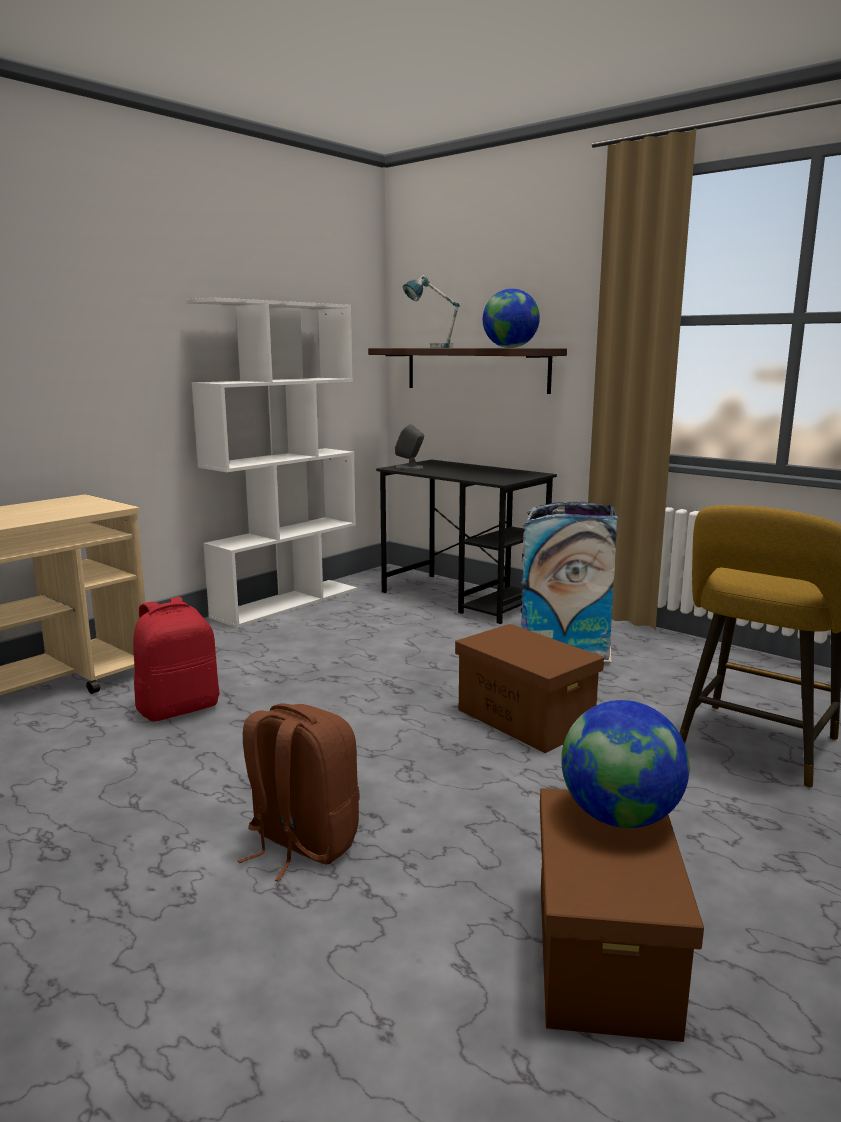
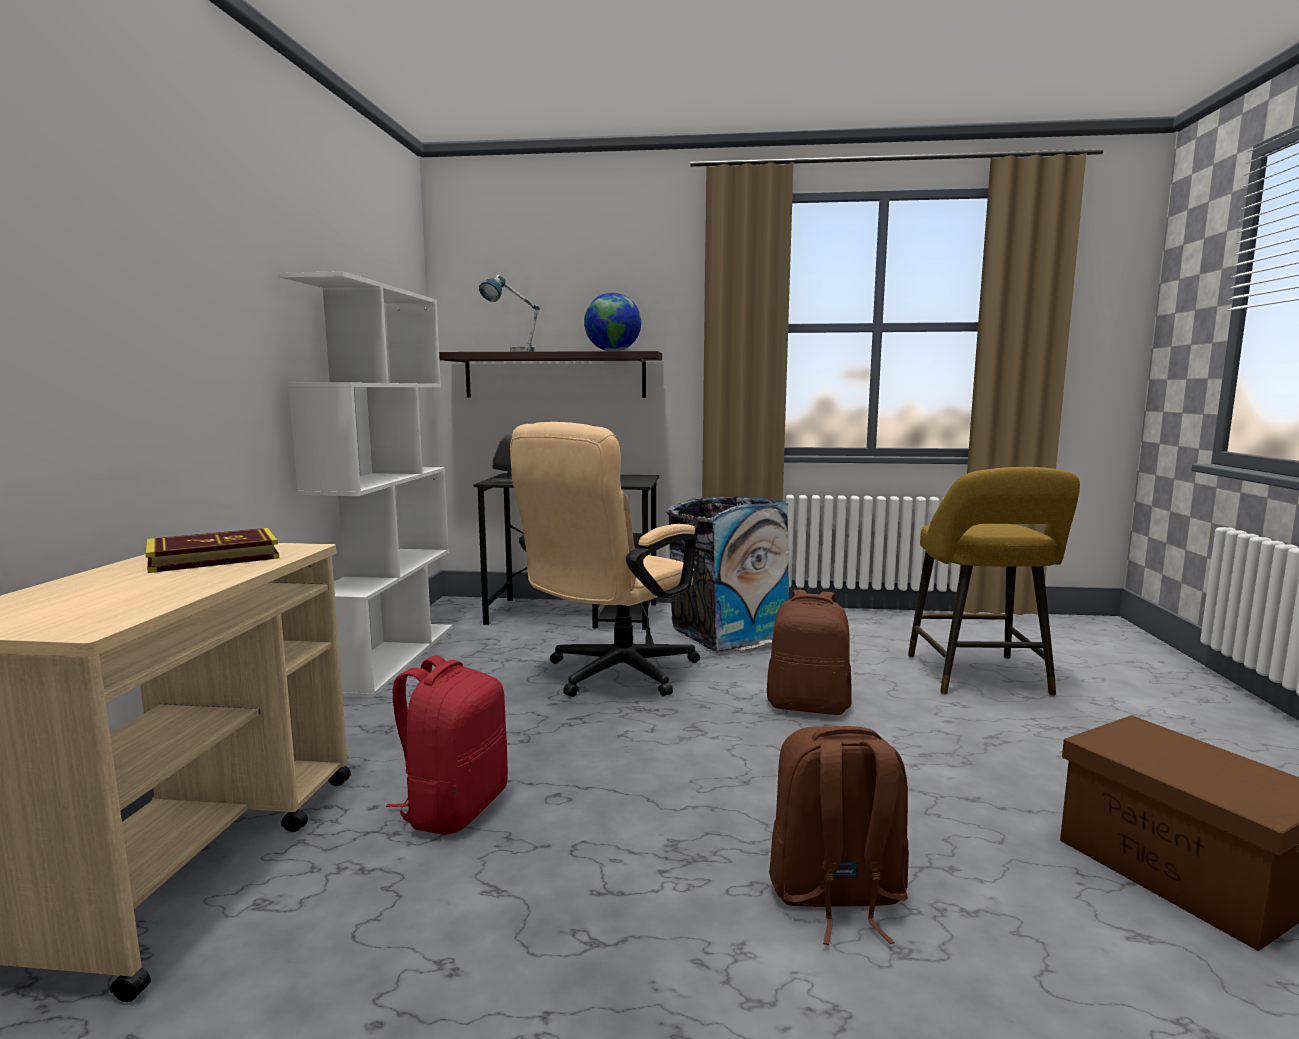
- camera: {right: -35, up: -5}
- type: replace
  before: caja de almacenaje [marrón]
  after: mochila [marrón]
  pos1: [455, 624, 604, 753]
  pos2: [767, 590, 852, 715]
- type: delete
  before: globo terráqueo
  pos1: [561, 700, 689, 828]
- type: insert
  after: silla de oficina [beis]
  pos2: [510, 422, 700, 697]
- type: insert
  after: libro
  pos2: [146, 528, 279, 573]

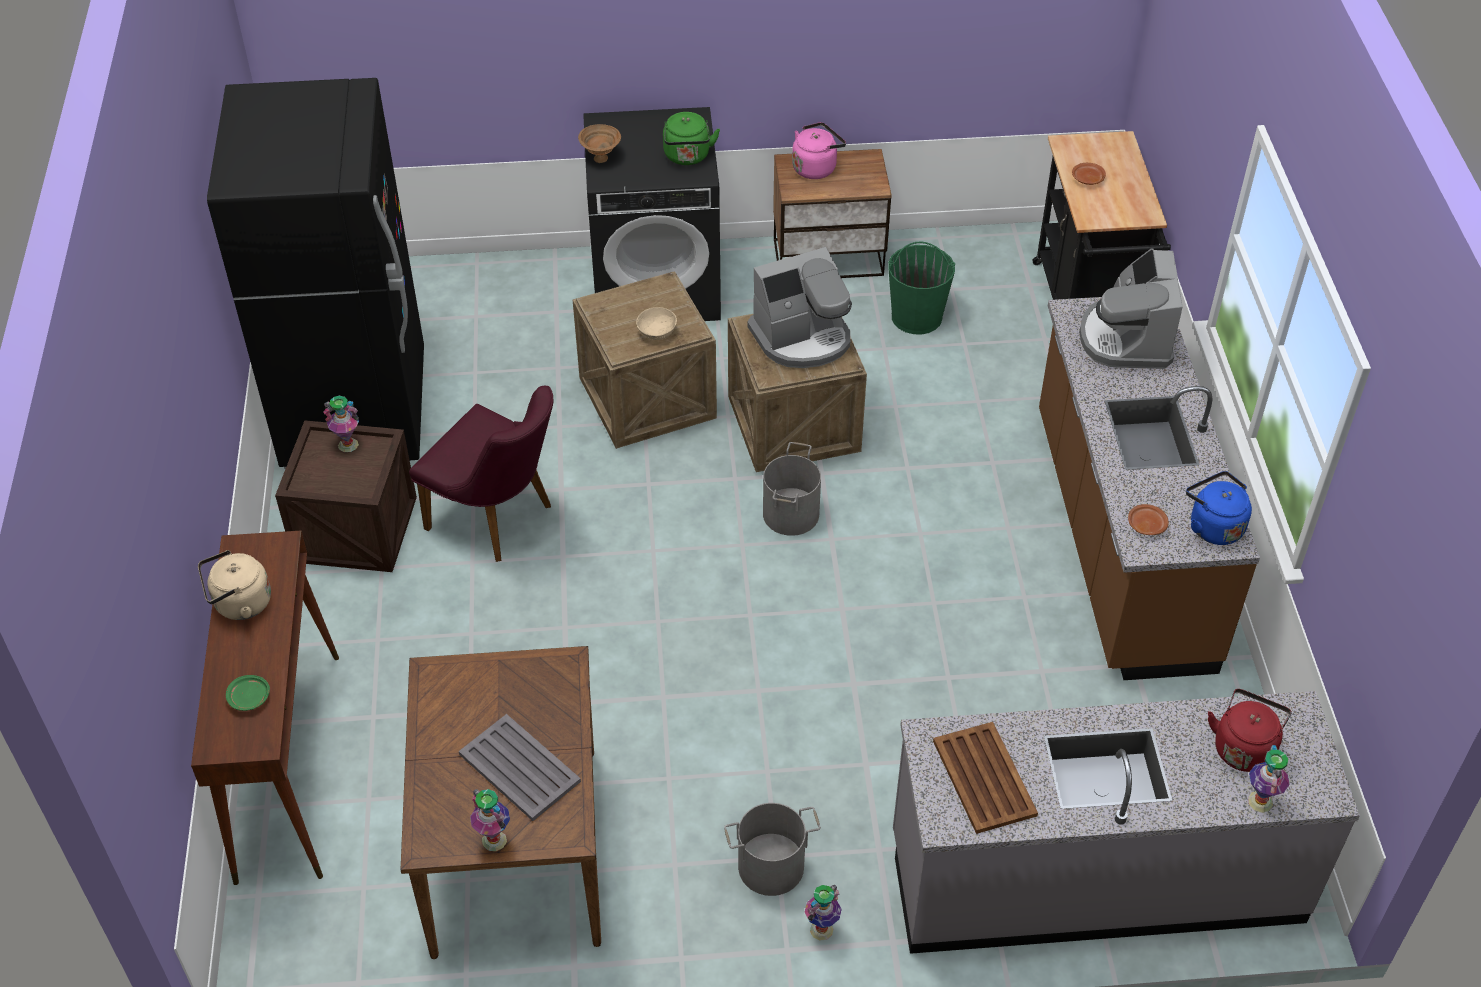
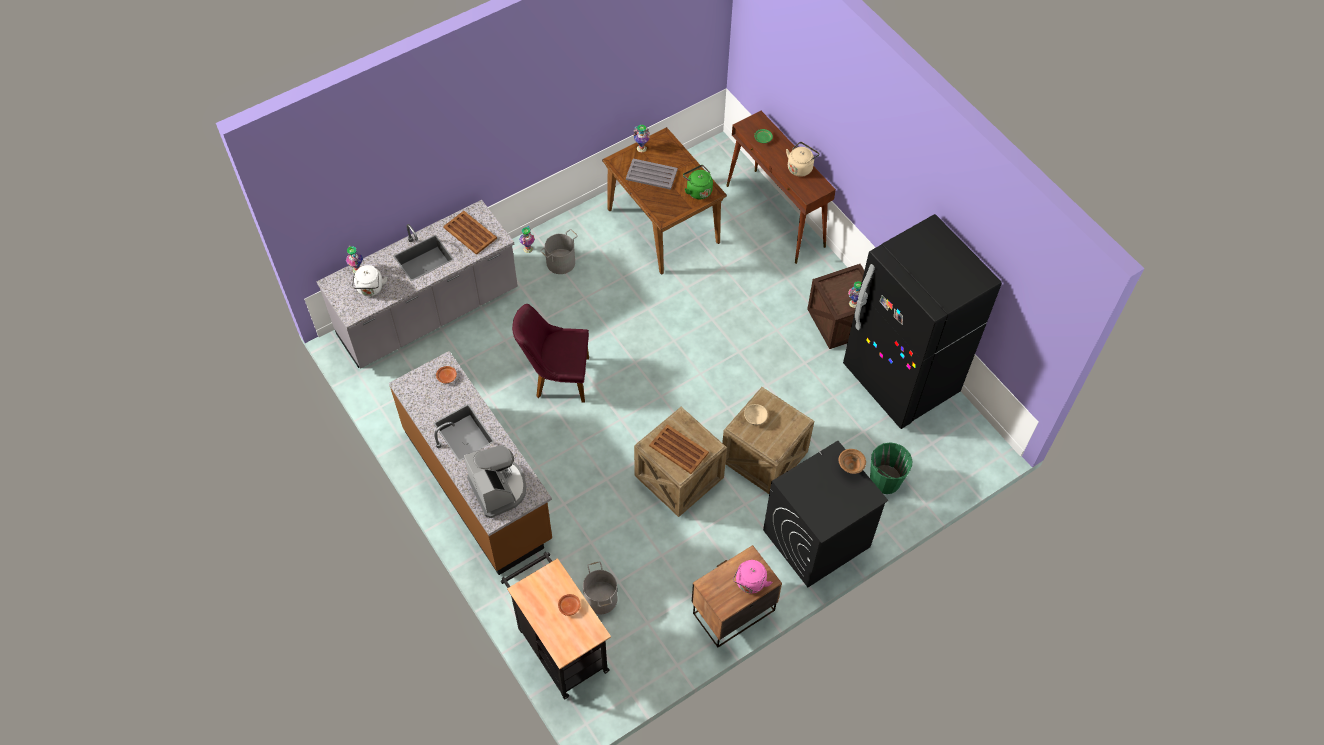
- camera: {right: 150, up: 10}
- type: move
  before: hervidor [verde]
  pos1: [663, 112, 720, 165]
  pos2: [683, 165, 713, 199]
- type: move
  before: cubo [verde]
  pos1: [888, 241, 955, 334]
  pos2: [870, 443, 912, 494]
- type: replace
  before: cafetera
  after: bandeja [marrón]
  pos1: [747, 247, 852, 368]
  pos2: [649, 424, 709, 474]
- type: move
  before: silla [morado]
  pos1: [409, 385, 553, 562]
  pos2: [512, 304, 589, 403]
- type: move
  before: cubo [gris]
  pos1: [763, 442, 821, 536]
  pos2: [583, 561, 617, 614]
- type: delete
  before: hervidor [azul]
  pos1: [1186, 471, 1252, 545]
- type: recolor
  before: hervidor [rojo]
  after: hervidor [blanco]
  pos1: [1208, 689, 1292, 772]
  pos2: [352, 265, 387, 296]

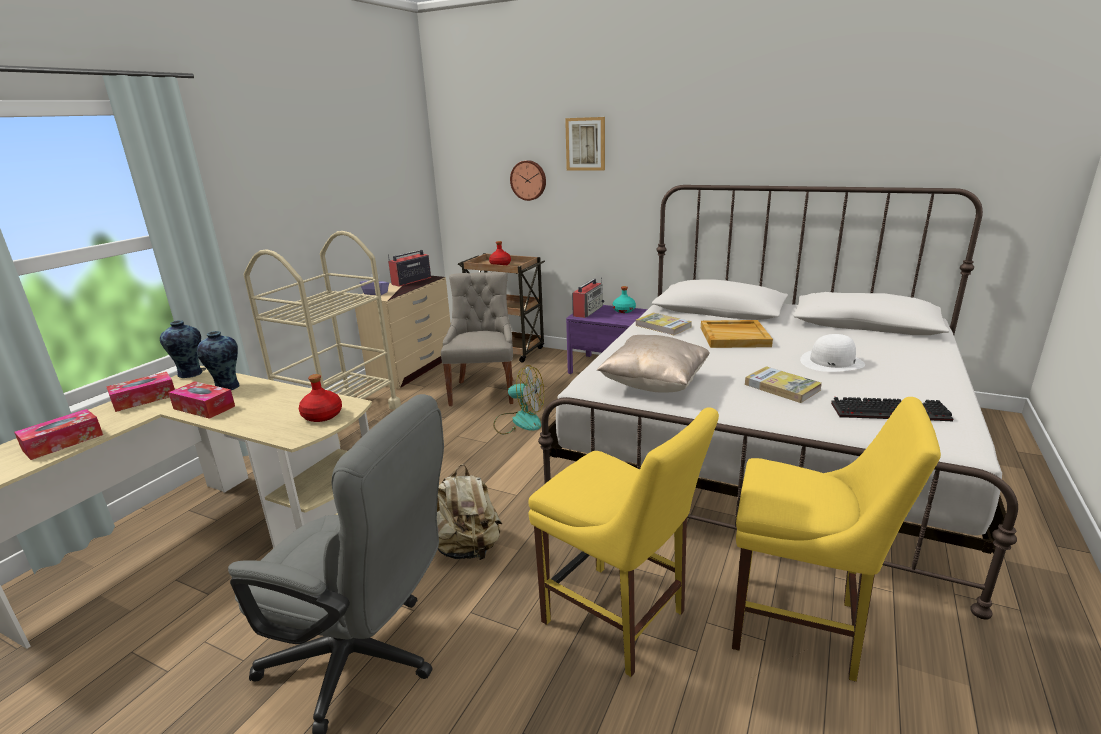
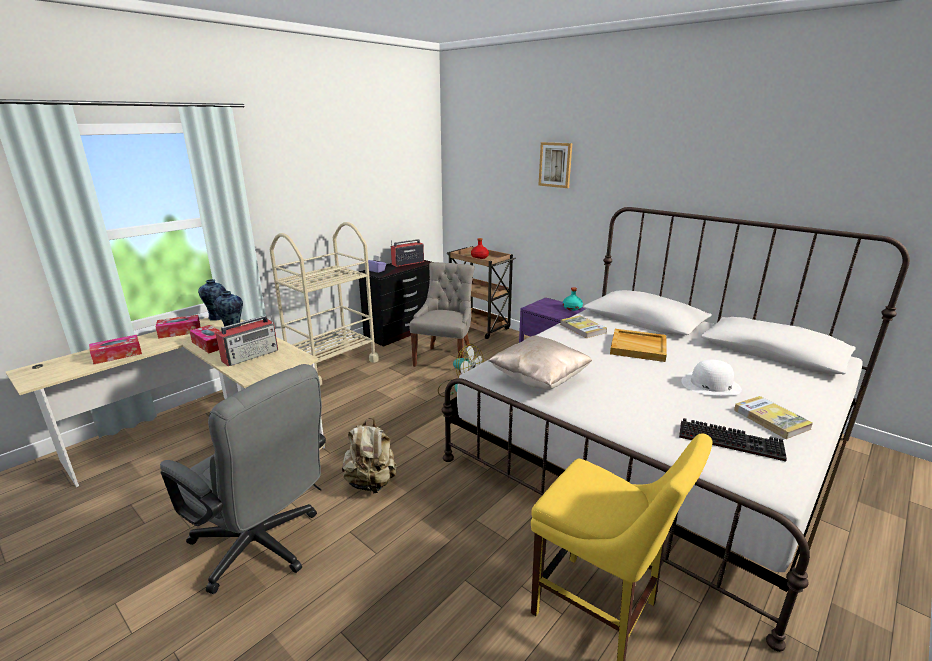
- camera: {right: 15, up: 0}
- type: delete
  before: reloj de pared
  pos1: [510, 160, 546, 201]
- type: recolor
  before: cómoda [beis]
  after: cómoda [negro]
  pos1: [355, 276, 451, 389]
  pos2: [359, 260, 431, 347]
- type: move
  before: radio
  pos1: [572, 277, 604, 318]
  pos2: [216, 316, 278, 366]
- type: move
  before: libro
  pos1: [745, 366, 822, 403]
  pos2: [734, 396, 813, 439]
- type: delete
  before: botella [rojo]
  pos1: [299, 374, 342, 422]
- type: delete
  before: silla [amarillo]
  pos1: [528, 407, 719, 677]

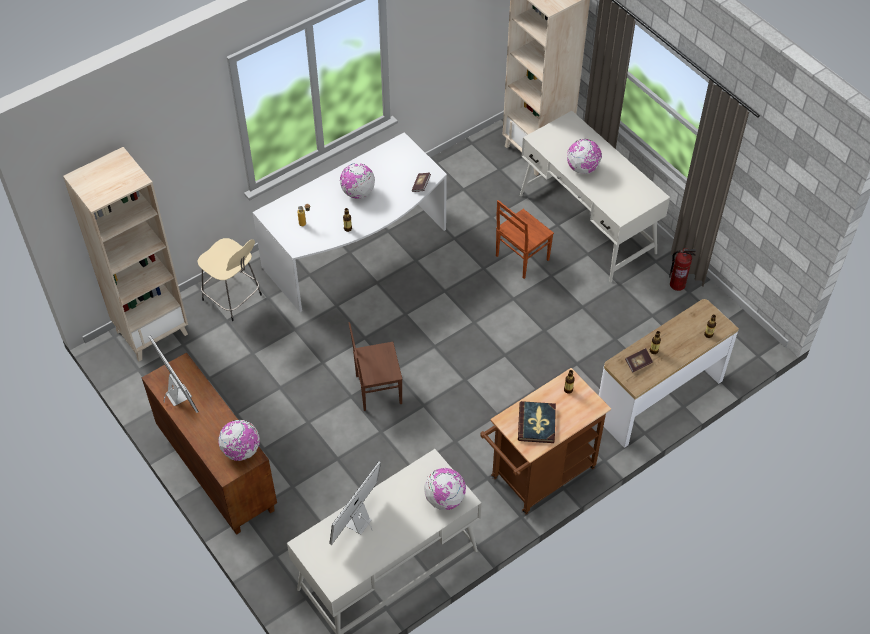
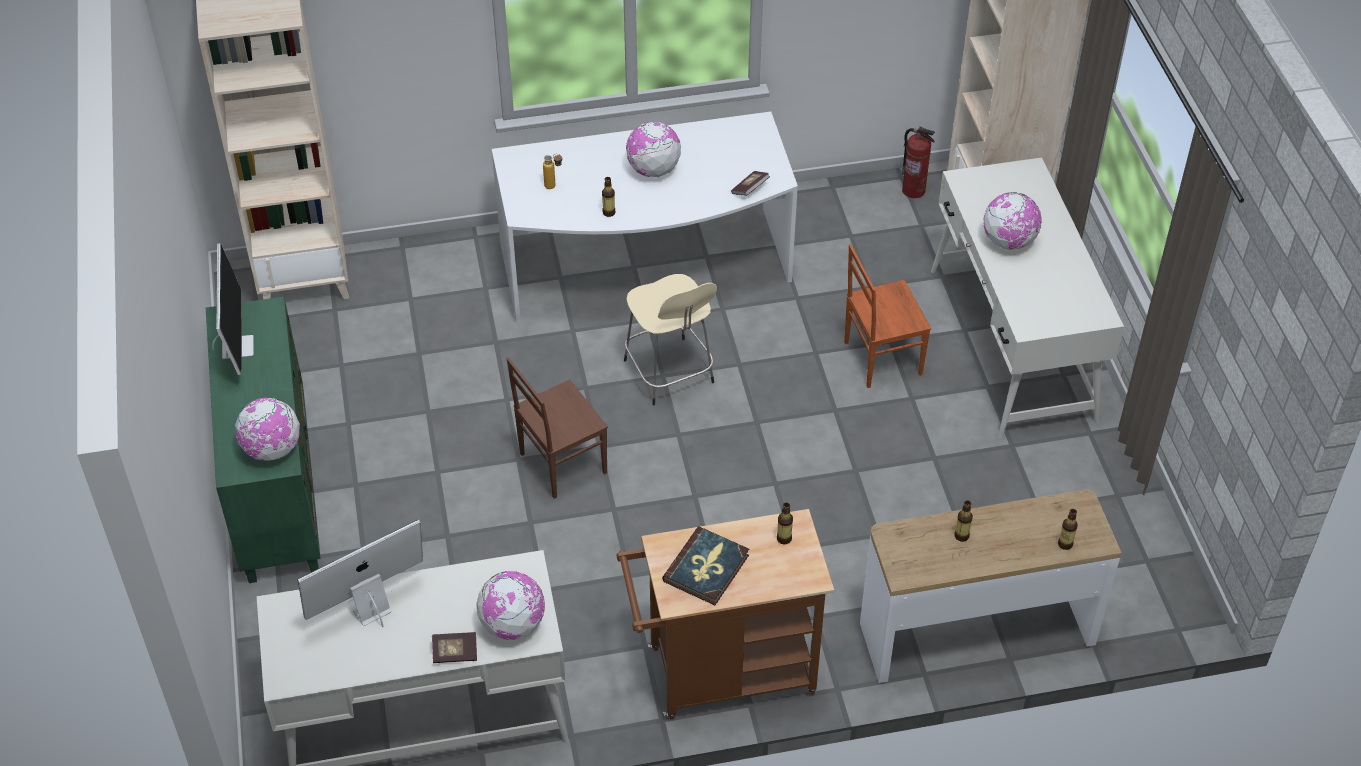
- camera: {right: 25, up: -5}
- type: move
  before: taburete [beis]
  pos1: [197, 238, 262, 321]
  pos2: [624, 274, 717, 405]
- type: move
  before: extintor
  pos1: [669, 248, 696, 291]
  pos2: [902, 127, 935, 198]
- type: rotate
  before: silla [marrón]
  pos1: [348, 322, 403, 411]
  pos2: [507, 357, 608, 499]
  turn: -45
- type: move
  before: libro
  pos1: [625, 348, 653, 373]
  pos2: [432, 632, 477, 663]
- type: recolor
  before: armario [marrón]
  after: armario [verde]
  pos1: [142, 352, 277, 535]
  pos2: [206, 297, 321, 583]

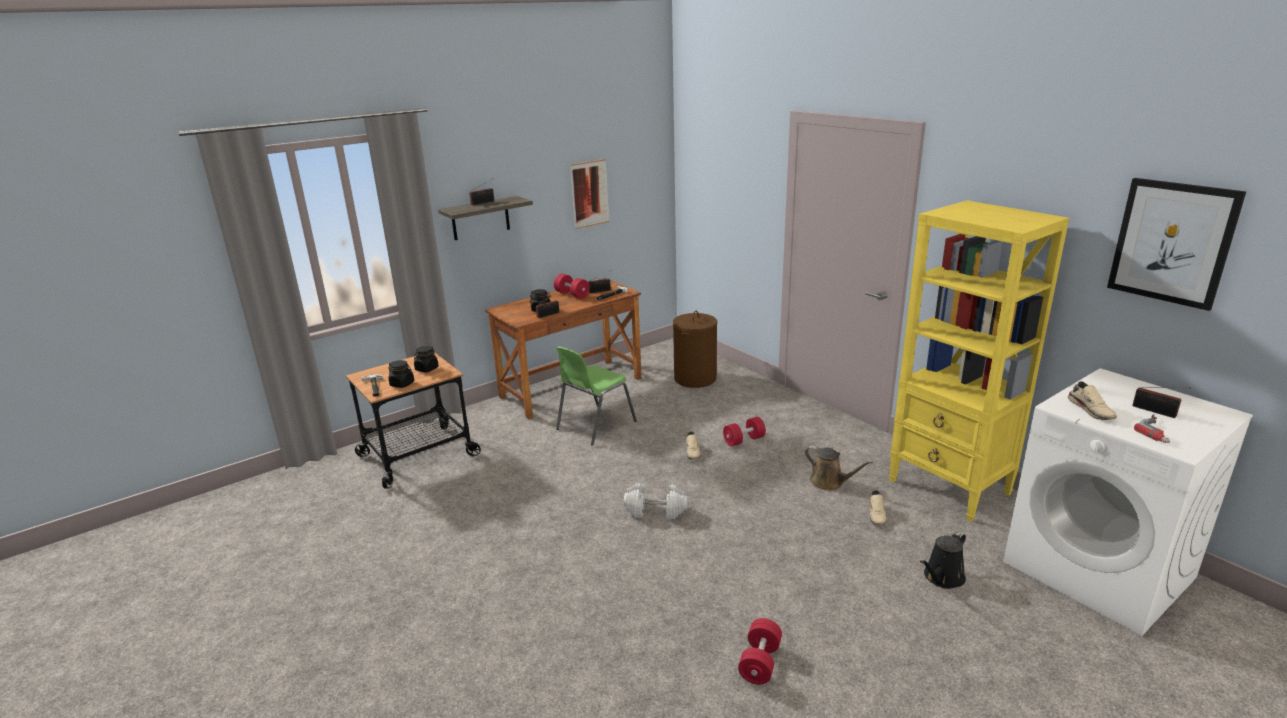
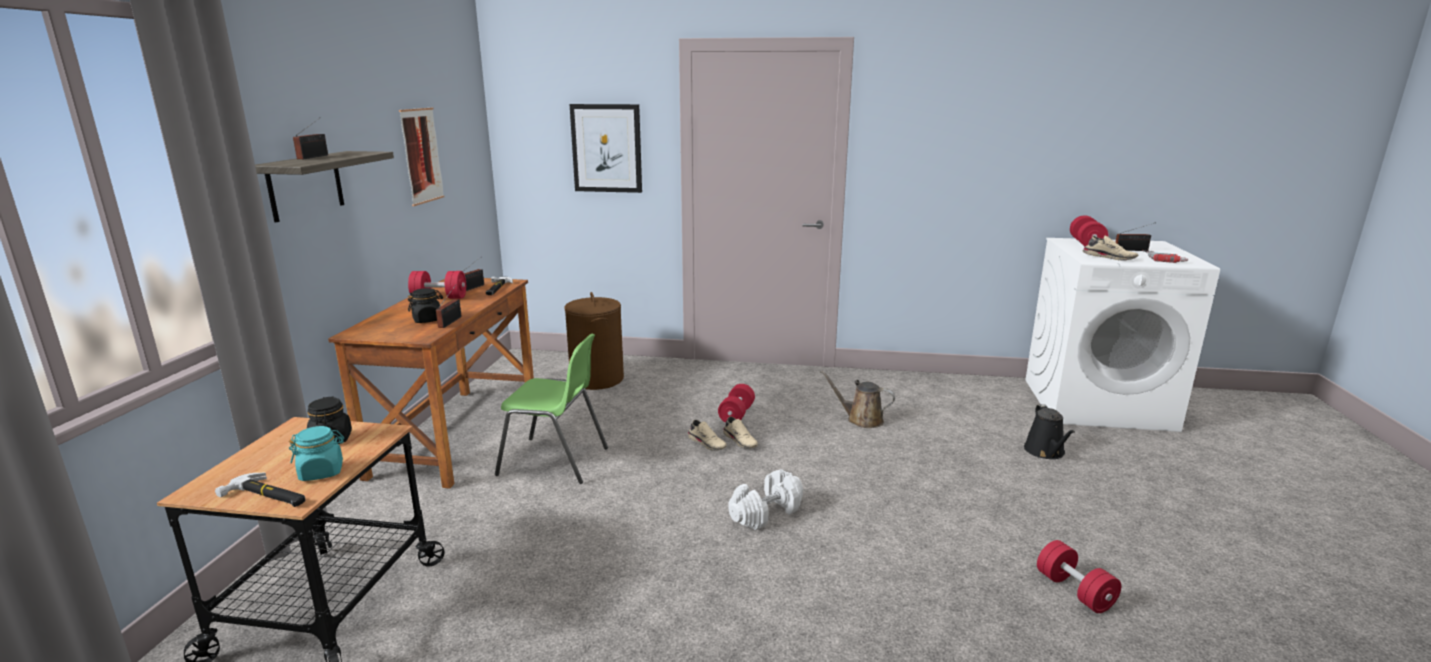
- camera: {right: -45, up: -5}
- type: move
  before: cuadro
  pos1: [1107, 178, 1246, 311]
  pos2: [569, 104, 642, 193]
- type: delete
  before: estantería [amarillo]
  pos1: [889, 200, 1069, 522]
- type: rotate
  before: silla [verde]
  pos1: [556, 346, 637, 446]
  pos2: [495, 334, 608, 484]
  turn: -75
- type: recolor
  before: tarro [negro]
  after: tarro [turquesa]
  pos1: [388, 360, 414, 388]
  pos2: [289, 426, 344, 481]
- type: rotate
  before: regadera [marrón]
  pos1: [805, 446, 873, 491]
  pos2: [820, 370, 895, 428]
  turn: -150
- type: move
  before: zapato [beis]
  pos1: [868, 490, 888, 525]
  pos2: [723, 417, 758, 449]
- type: insert
  after: mancuerna [rojo]
  pos2: [1070, 215, 1108, 246]

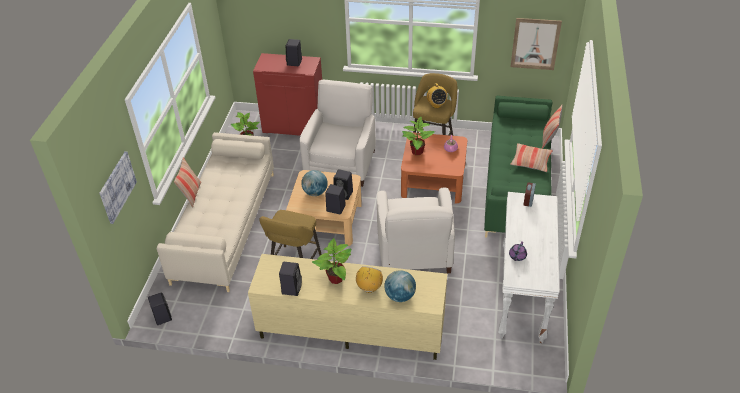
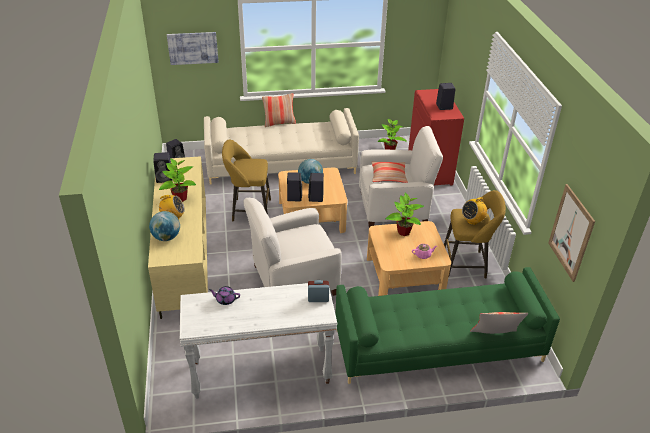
- camera: {right: 70, up: -5}
- type: recolor
  before: mesa de centro [naranja]
  after: mesa de centro [beis]
  pos1: [401, 132, 467, 203]
  pos2: [367, 221, 451, 296]
- type: move
  before: cojín
  pos1: [510, 143, 553, 172]
  pos2: [371, 161, 408, 183]

